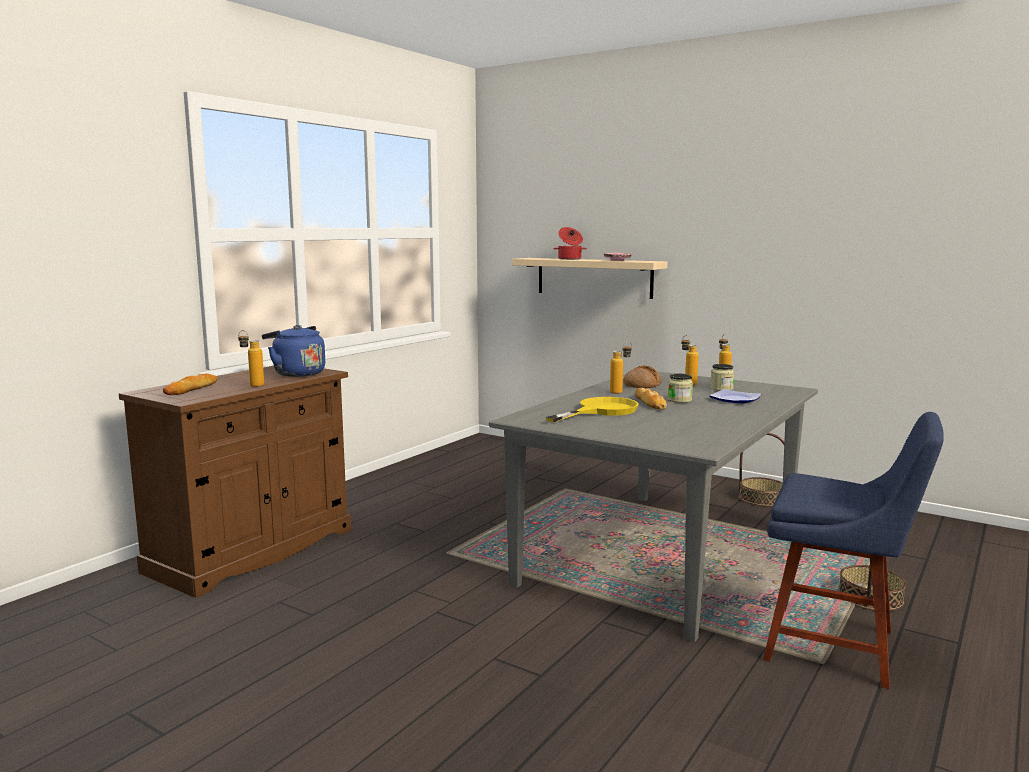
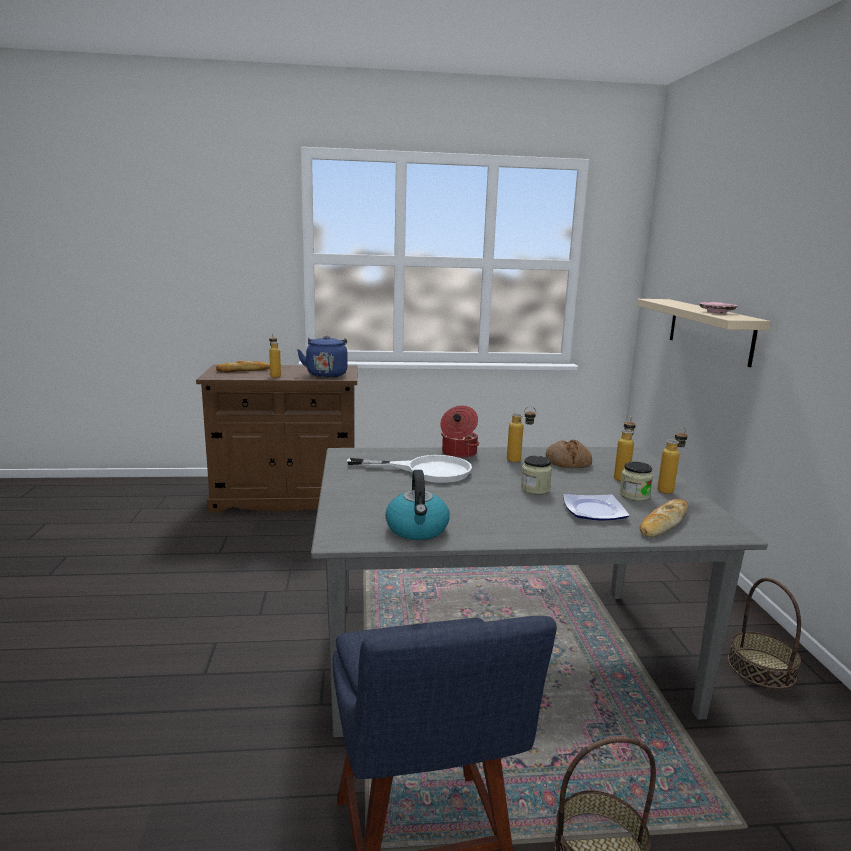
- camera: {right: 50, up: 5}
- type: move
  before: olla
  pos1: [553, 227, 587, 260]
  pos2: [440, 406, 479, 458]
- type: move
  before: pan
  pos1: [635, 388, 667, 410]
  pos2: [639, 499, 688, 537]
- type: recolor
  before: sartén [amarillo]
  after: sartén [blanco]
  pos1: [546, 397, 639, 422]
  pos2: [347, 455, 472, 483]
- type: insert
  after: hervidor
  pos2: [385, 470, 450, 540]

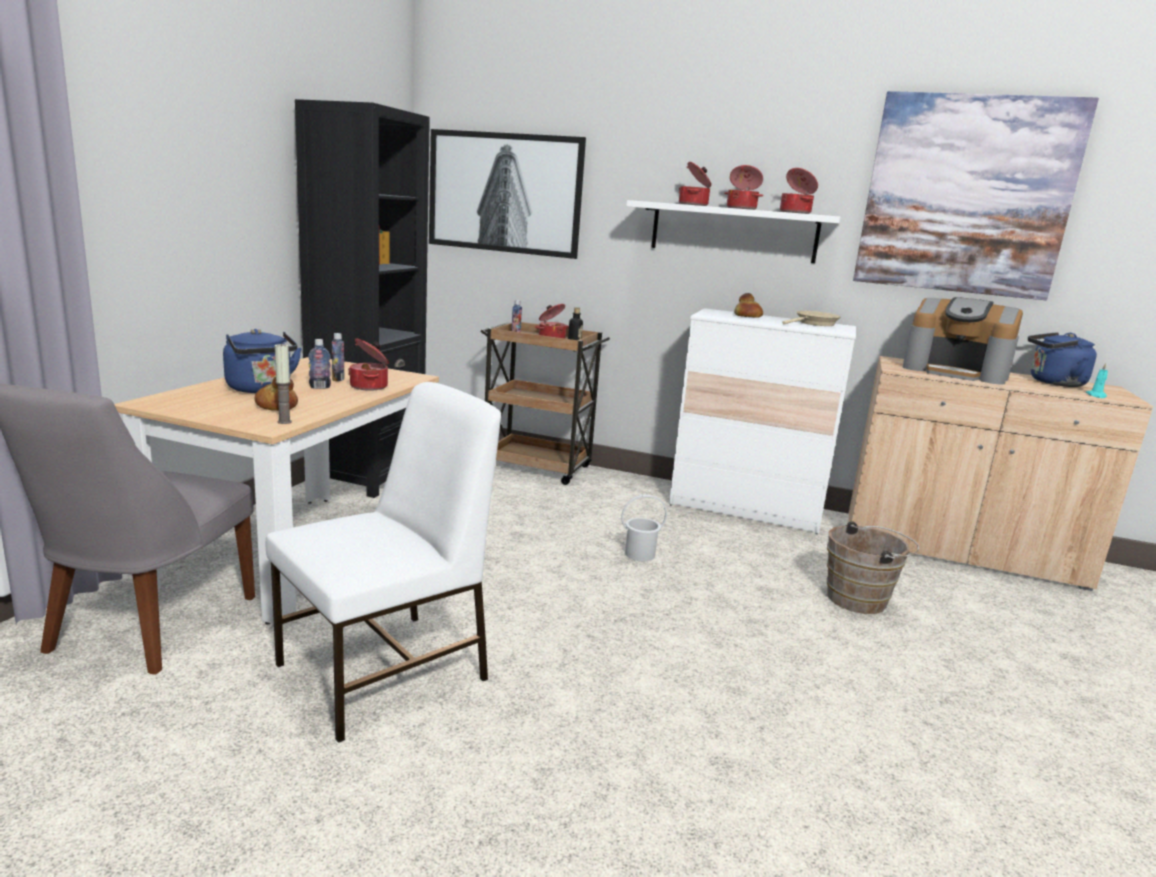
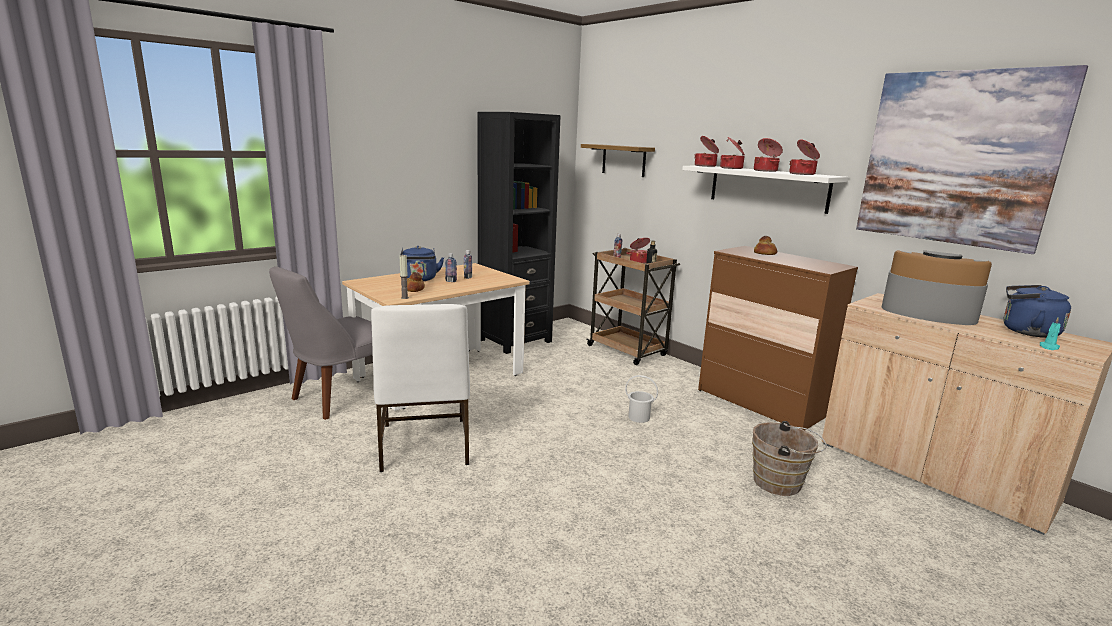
- camera: {right: 30, up: 0}
- type: replace
  before: cuadro
  after: estante
  pos1: [429, 129, 586, 259]
  pos2: [581, 144, 655, 177]
- type: rotate
  before: cafetera
  pos1: [903, 297, 1023, 385]
  pos2: [882, 250, 992, 325]
  turn: 150
- type: recolor
  before: cómoda [blanco]
  after: cómoda [marrón]
  pos1: [669, 308, 856, 534]
  pos2: [698, 246, 858, 430]
- type: delete
  before: sartén [beis]
  pos1: [782, 311, 841, 326]
- type: move
  before: olla
  pos1: [348, 338, 389, 390]
  pos2: [694, 136, 719, 167]
- type: rotate
  before: silla [blanco]
  pos1: [266, 382, 501, 743]
  pos2: [371, 304, 470, 472]
  turn: 90

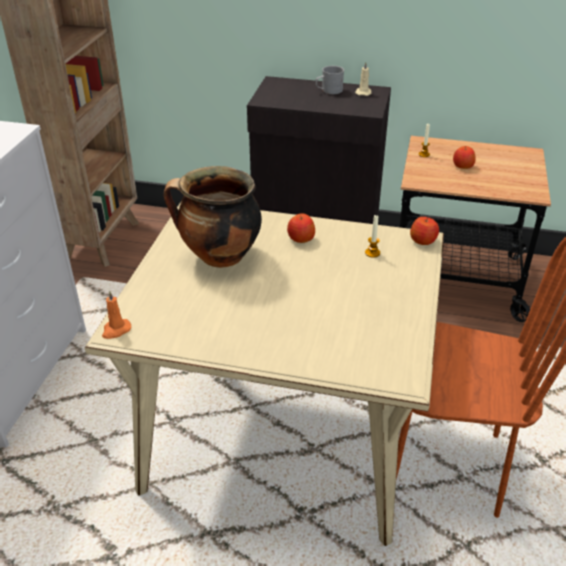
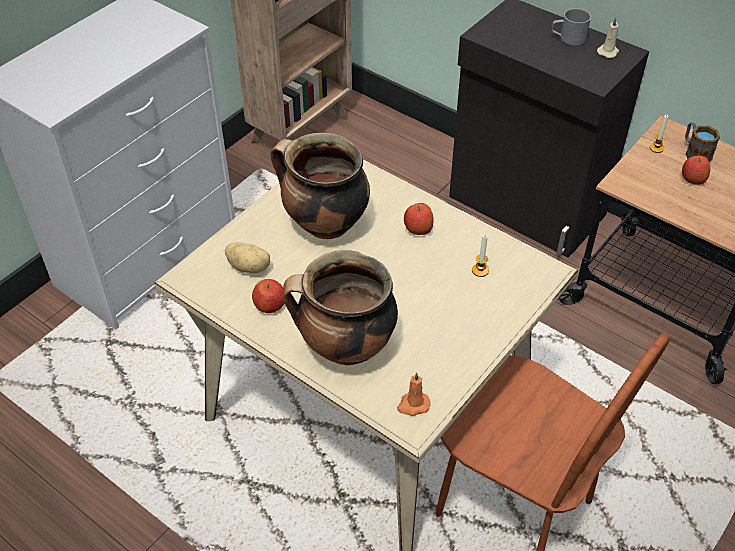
- camera: {right: 25, up: 10}
- type: move
  before: manzana
  pos1: [410, 217, 439, 245]
  pos2: [252, 279, 285, 313]
- type: move
  before: vela [naranja]
  pos1: [102, 290, 131, 339]
  pos2: [397, 372, 430, 416]
- type: insert
  after: taza grande
  pos2: [685, 122, 720, 162]
- type: insert
  after: patata
  pos2: [225, 242, 270, 273]
- type: insert
  after: olla
  pos2: [283, 250, 398, 366]

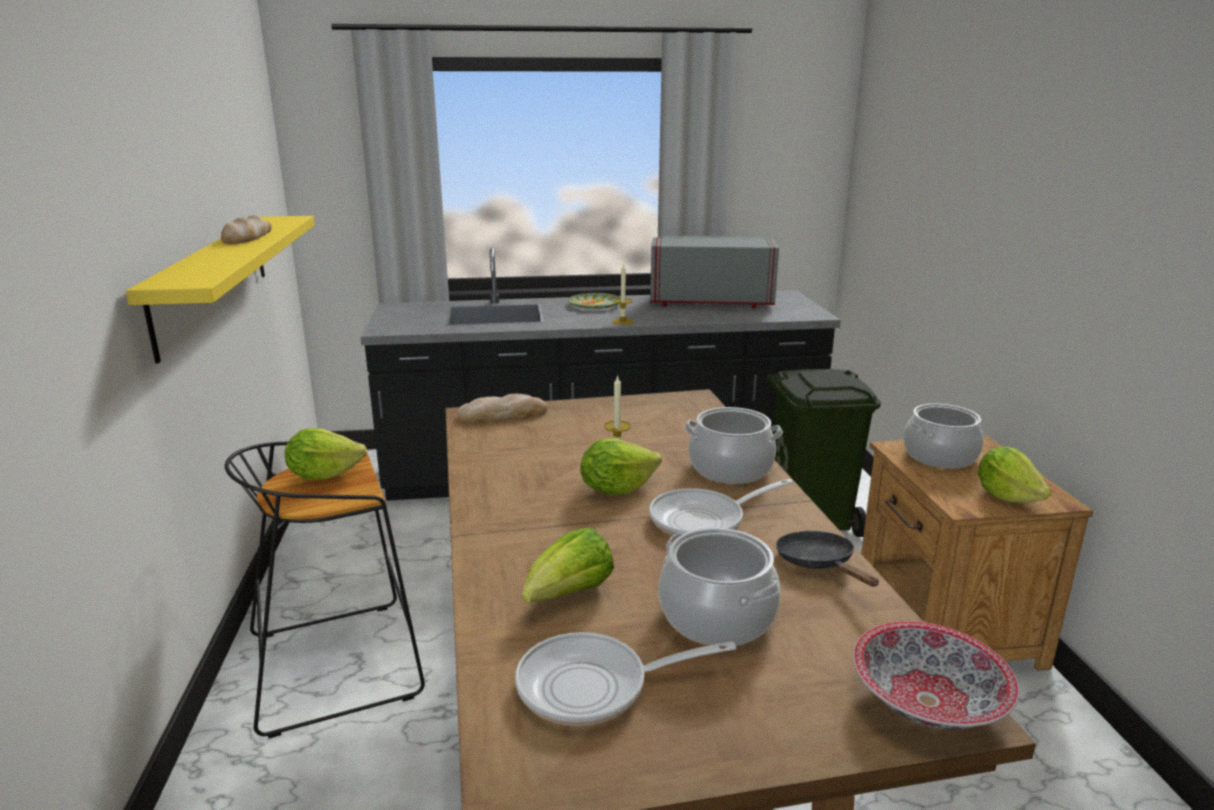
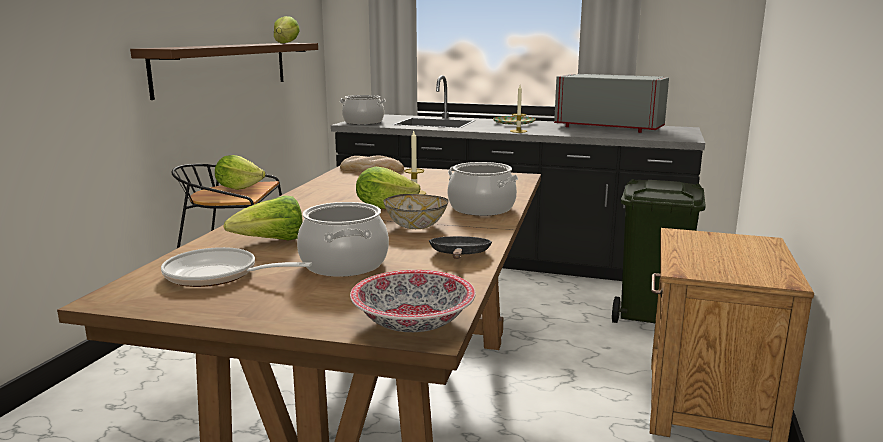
- camera: {right: 25, up: -5}
- type: delete
  before: pan
  pos1: [221, 215, 271, 244]
- type: recolor
  before: estante [amarillo]
  after: estante [marrón]
  pos1: [126, 216, 315, 364]
  pos2: [130, 43, 318, 100]
- type: move
  before: olla
  pos1: [904, 404, 984, 469]
  pos2: [340, 95, 386, 125]
- type: move
  before: lechuga
  pos1: [978, 447, 1051, 503]
  pos2: [274, 16, 300, 43]
- type: replace
  before: sartén
  after: cuenco
  pos1: [649, 479, 793, 536]
  pos2: [383, 194, 449, 229]

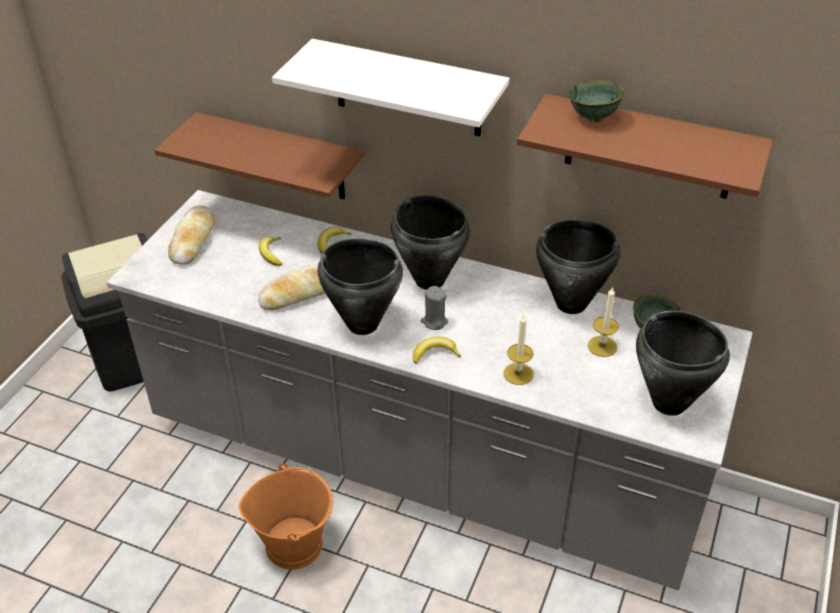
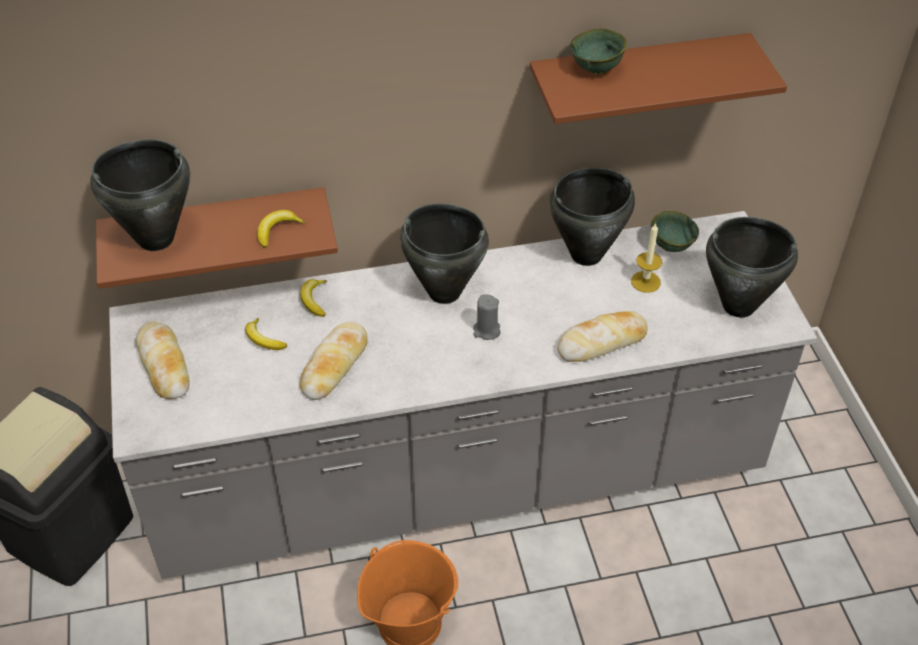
- camera: {right: -35, up: 5}
- type: delete
  before: estante [blanco]
  pos1: [272, 39, 510, 136]
- type: move
  before: olla [negro]
  pos1: [318, 238, 403, 335]
  pos2: [90, 140, 190, 251]
- type: replace
  before: vela
  after: pan
  pos1: [503, 315, 534, 385]
  pos2: [557, 311, 648, 362]
- type: move
  before: plátano
  pos1: [413, 336, 461, 364]
  pos2: [257, 210, 306, 248]

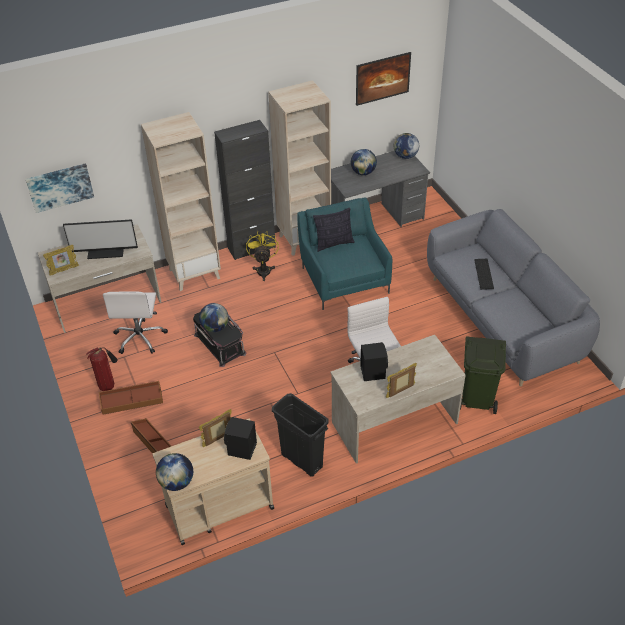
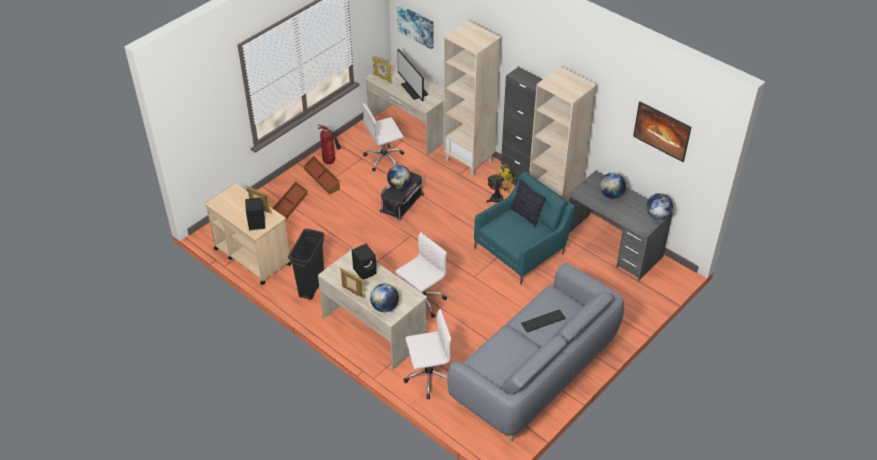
- camera: {right: 65, up: 0}
- type: replace
  before: papelera [verde]
  after: silla de oficina [blanco]
  pos1: [460, 336, 506, 414]
  pos2: [404, 309, 451, 399]
- type: move
  before: globo terráqueo
  pos1: [156, 453, 193, 491]
  pos2: [370, 284, 399, 312]

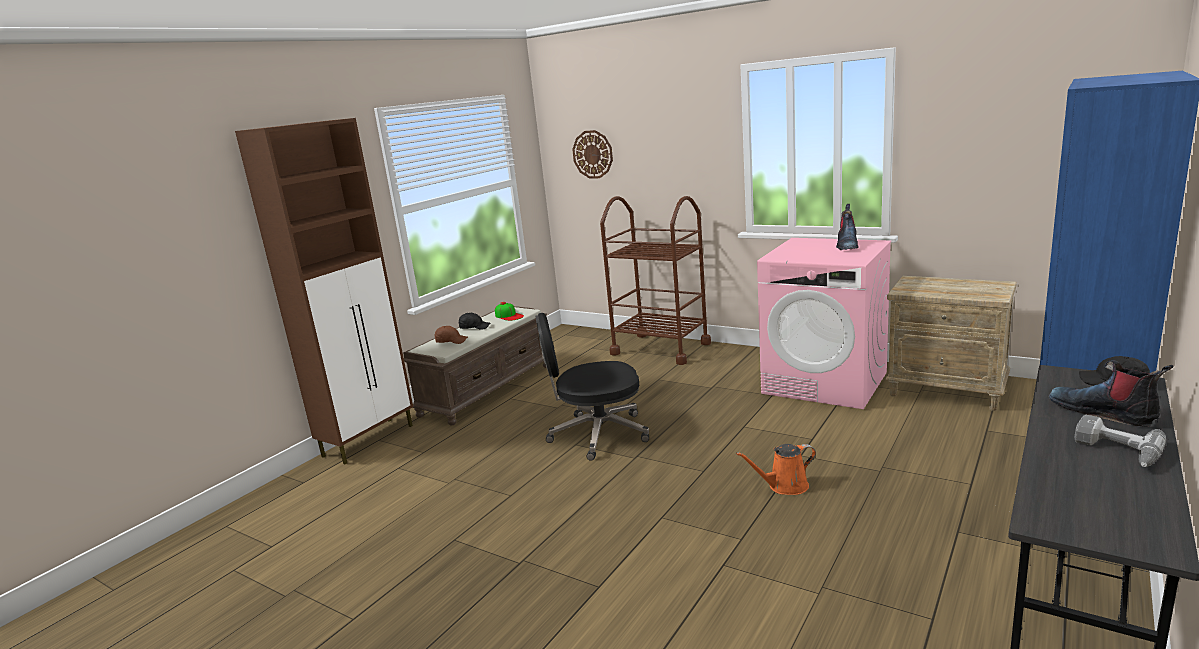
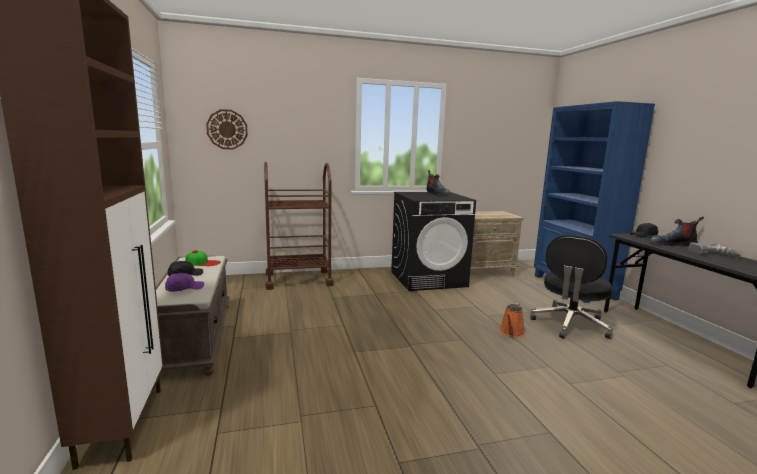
- camera: {right: -50, up: -5}
- type: recolor
  before: lavadora [rosa]
  after: lavadora [negro]
  pos1: [757, 238, 891, 409]
  pos2: [391, 192, 476, 291]
- type: move
  before: silla de oficina [negro]
  pos1: [535, 313, 649, 461]
  pos2: [530, 235, 613, 339]
- type: recolor
  before: gorra [marrón]
  after: gorra [morado]
  pos1: [434, 326, 468, 344]
  pos2: [165, 273, 204, 292]

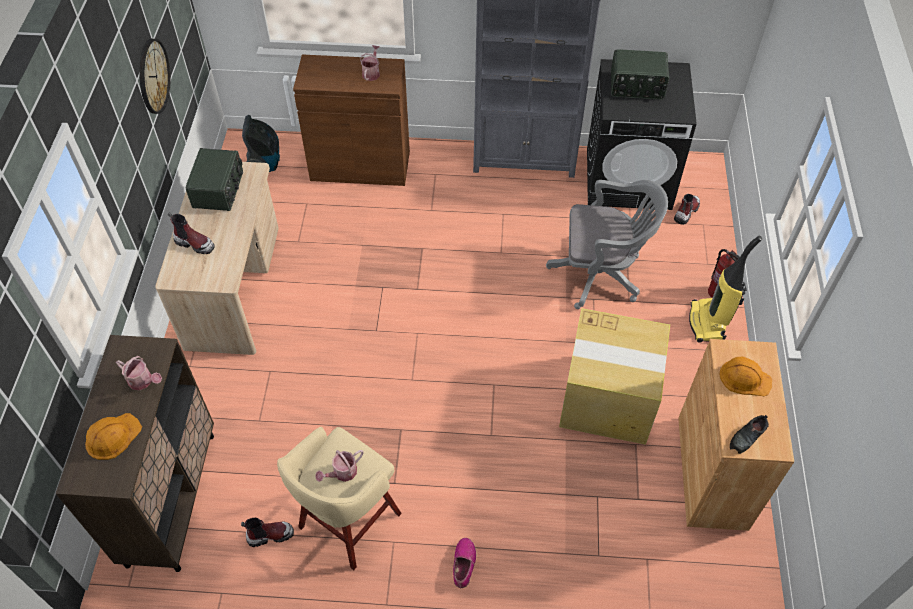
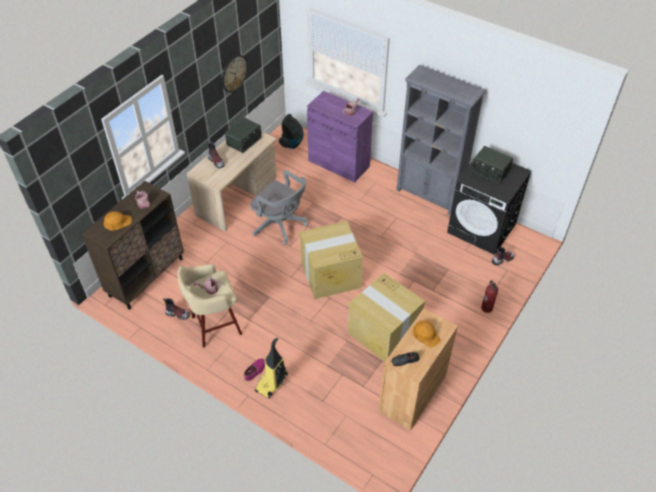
- camera: {right: 30, up: -5}
- type: recolor
  before: armario [marrón]
  after: armario [morado]
  pos1: [293, 55, 410, 186]
  pos2: [307, 91, 373, 182]
- type: move
  before: silla de oficina [gris]
  pos1: [546, 180, 668, 309]
  pos2: [250, 170, 308, 245]
- type: move
  before: aspiradora
  pos1: [689, 235, 762, 343]
  pos2: [255, 338, 288, 399]
- type: insert
  after: caja de cartón
  pos2: [300, 221, 363, 299]

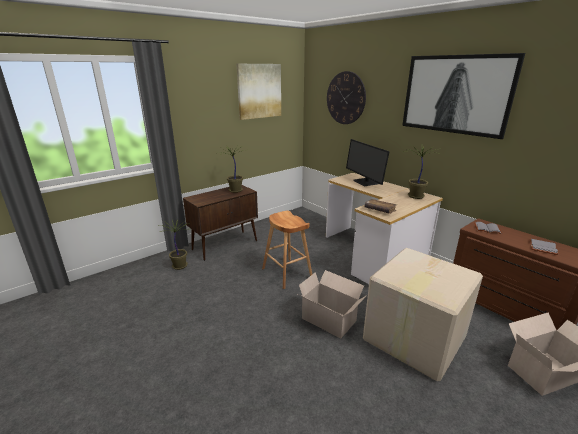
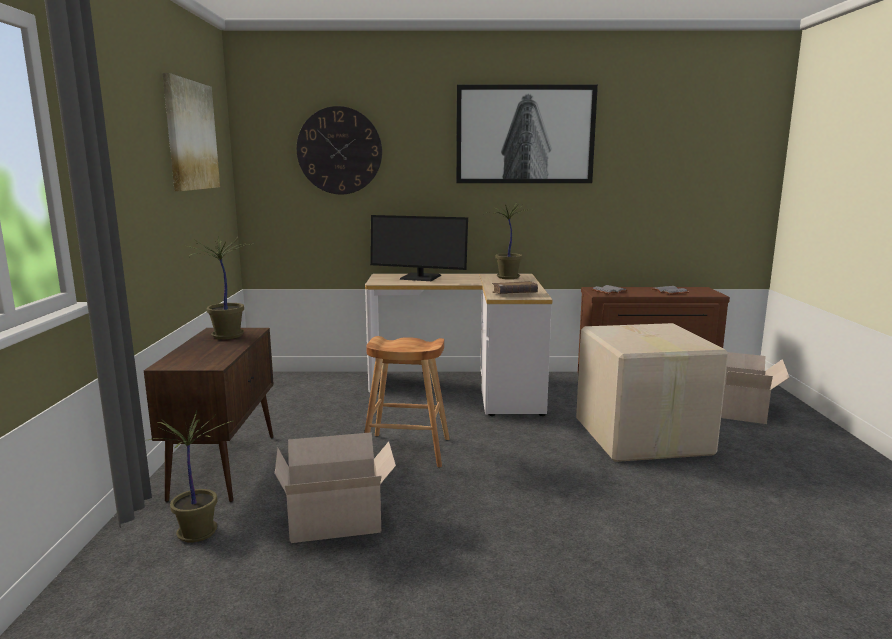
- camera: {right: -50, up: -10}
- type: move
  before: caja de cartón
  pos1: [296, 270, 367, 339]
  pos2: [275, 432, 396, 543]

